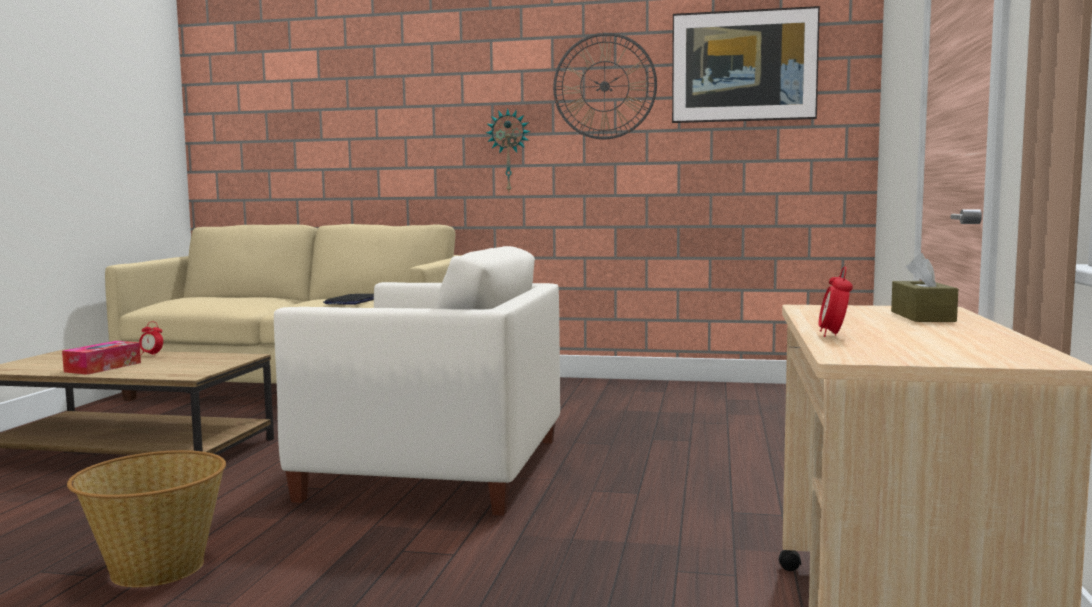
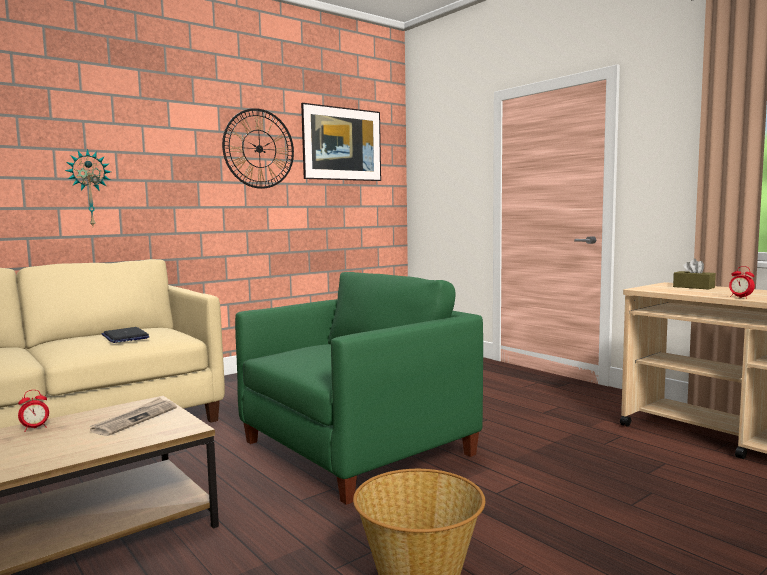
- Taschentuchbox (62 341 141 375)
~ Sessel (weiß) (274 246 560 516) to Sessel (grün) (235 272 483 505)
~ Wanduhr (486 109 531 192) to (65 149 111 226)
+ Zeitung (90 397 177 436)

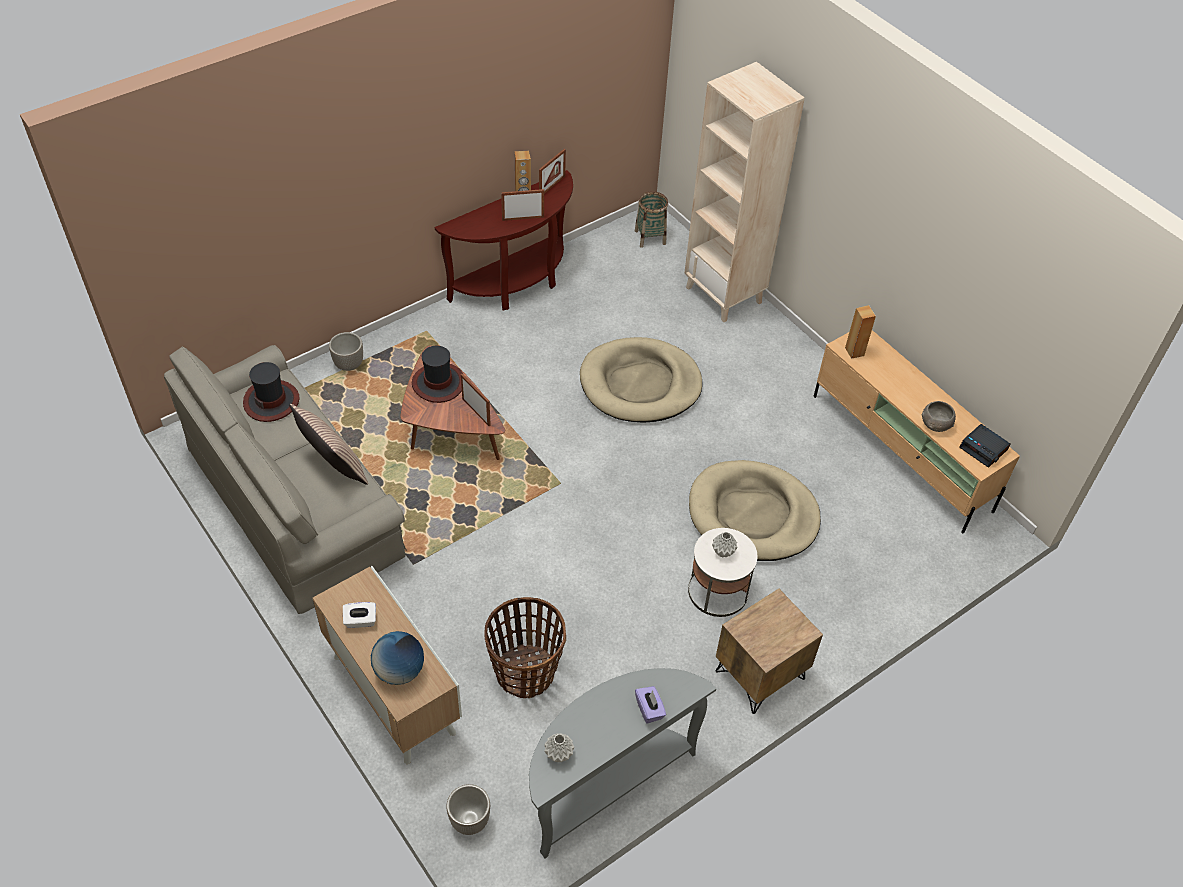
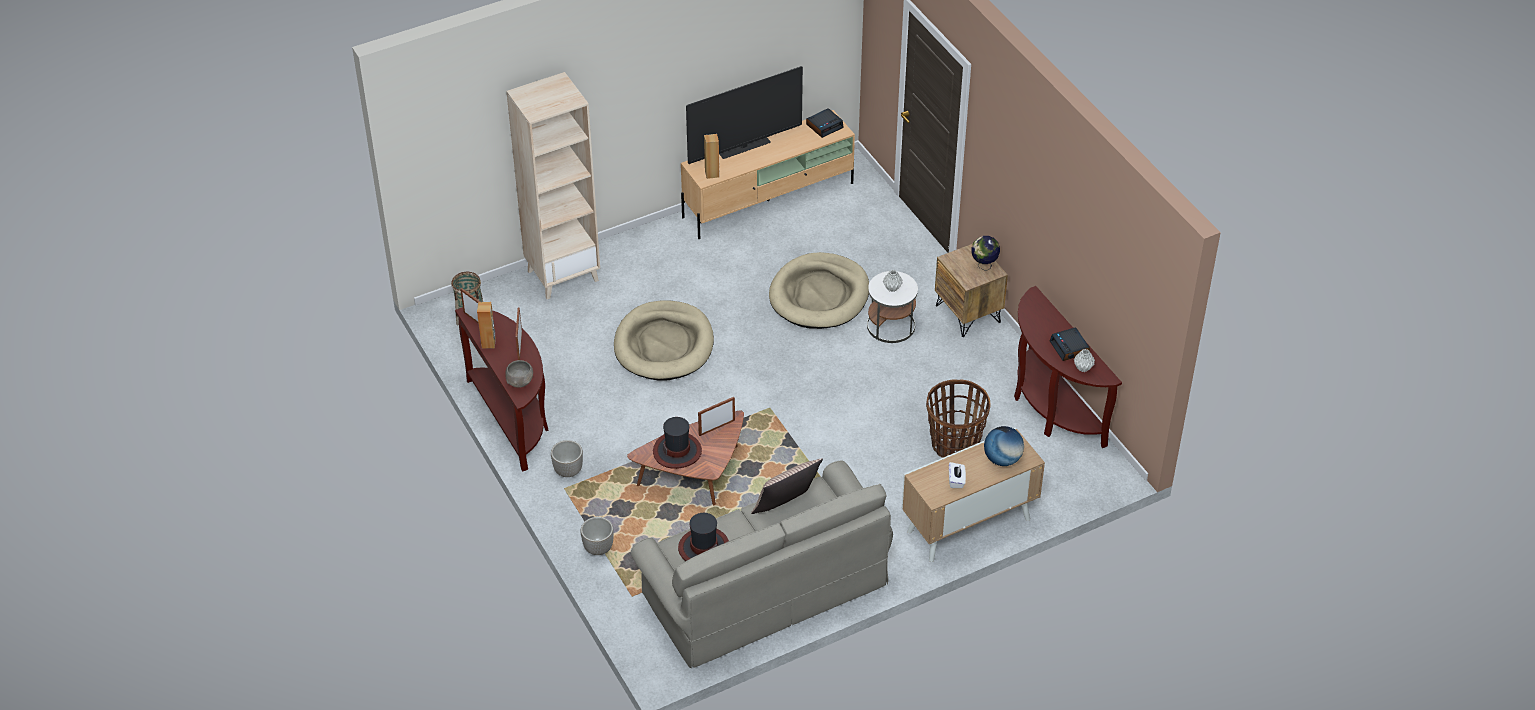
~ Pflanzkübel (446 784 490 835) to (551 440 583 477)
~ Konsolentisch (grau) (529 668 716 858) to Konsolentisch (braun) (1014 286 1122 448)
- Taschentuchbox (lila) (635 686 666 724)
~ Schüssel (grau) (922 401 956 432) to (505 360 533 388)
+ Fernseher (686 66 803 164)
+ Globus (971 236 1000 271)
+ Wecker (1050 327 1090 361)

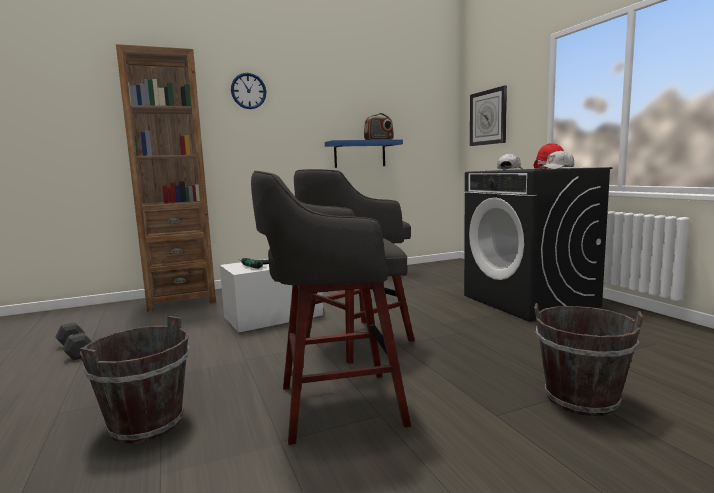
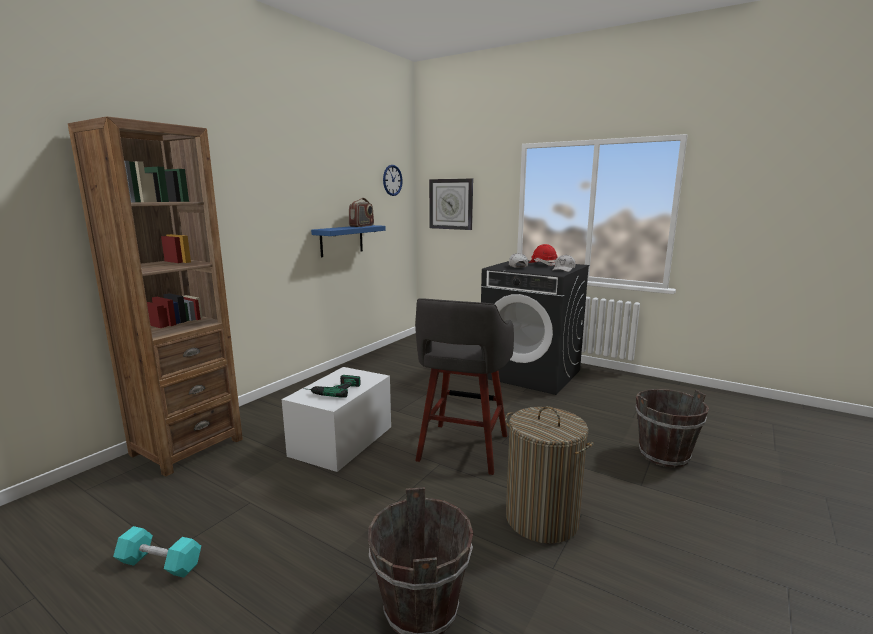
~ Hantel (schwarz) (56 322 92 360) to Hantel (türkis) (113 526 201 578)
~ Wanduhr (231 73 266 109) to (383 165 403 196)
~ Hocker (grau) (251 171 411 445) to Wäschekorb (505 406 594 544)

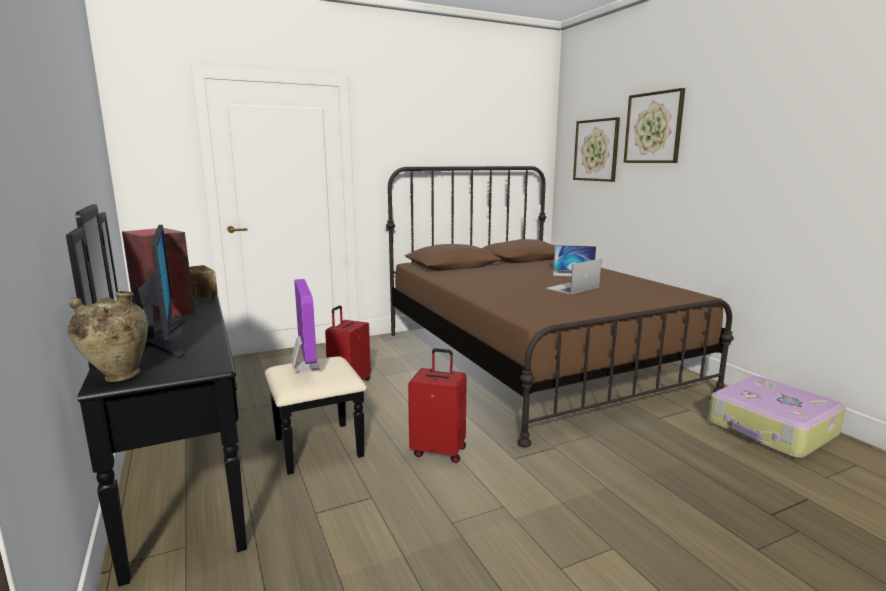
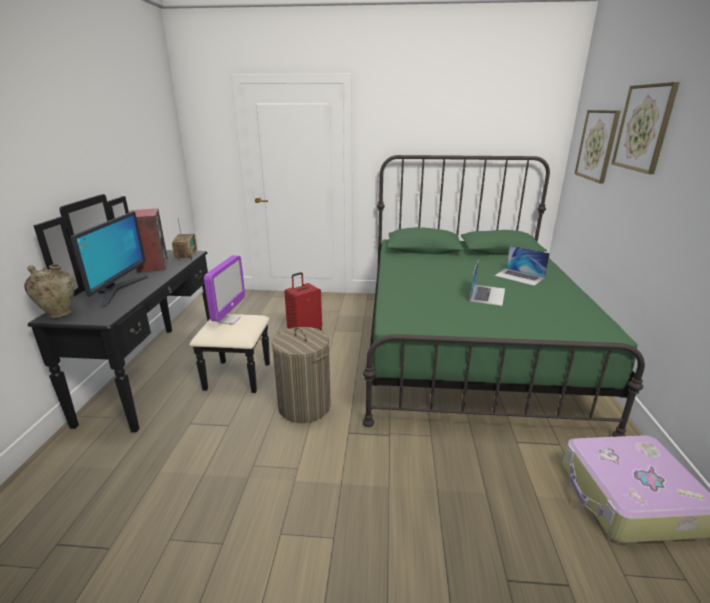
~ Bett (braun) (386 166 734 447) to Bett (grün) (363 155 645 437)
~ Koffer (rot) (408 348 467 463) to Wäschekorb (272 327 331 423)
~ Laptop (545 259 602 294) = (470 259 505 306) 120 degrees clockwise

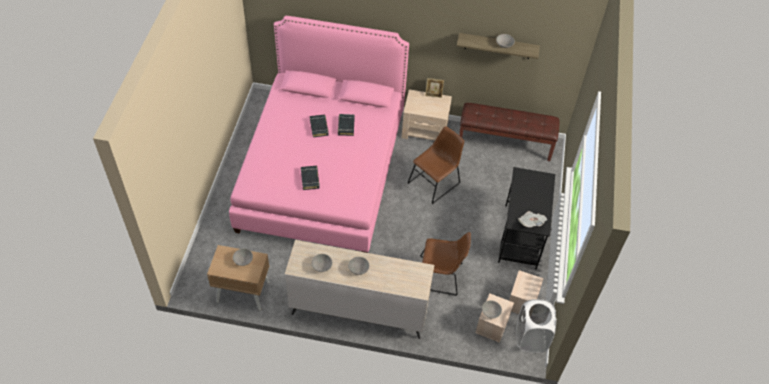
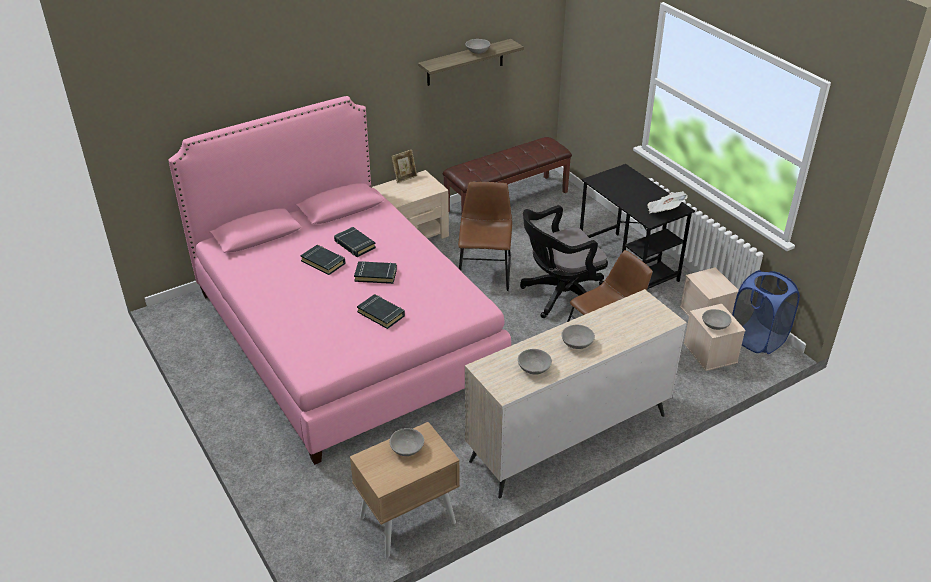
~ Wäschekorb (weiß) (516 299 557 353) to Wäschekorb (blau) (732 270 800 354)
+ Buch (schwarz) (354 261 397 284)
+ Bürostuhl (schwarz) (520 205 608 318)

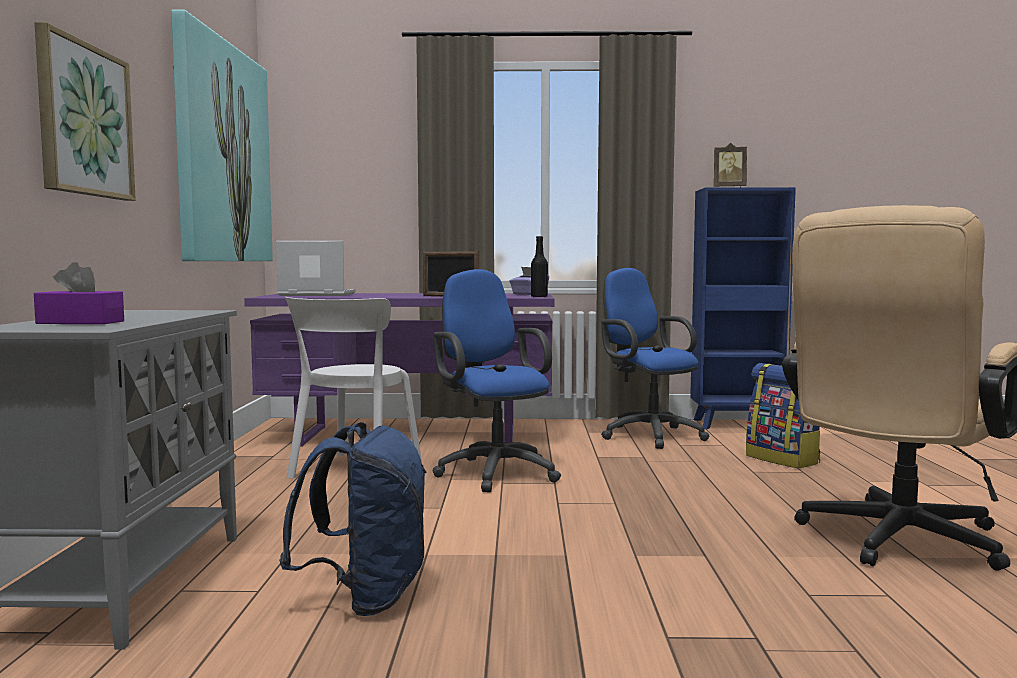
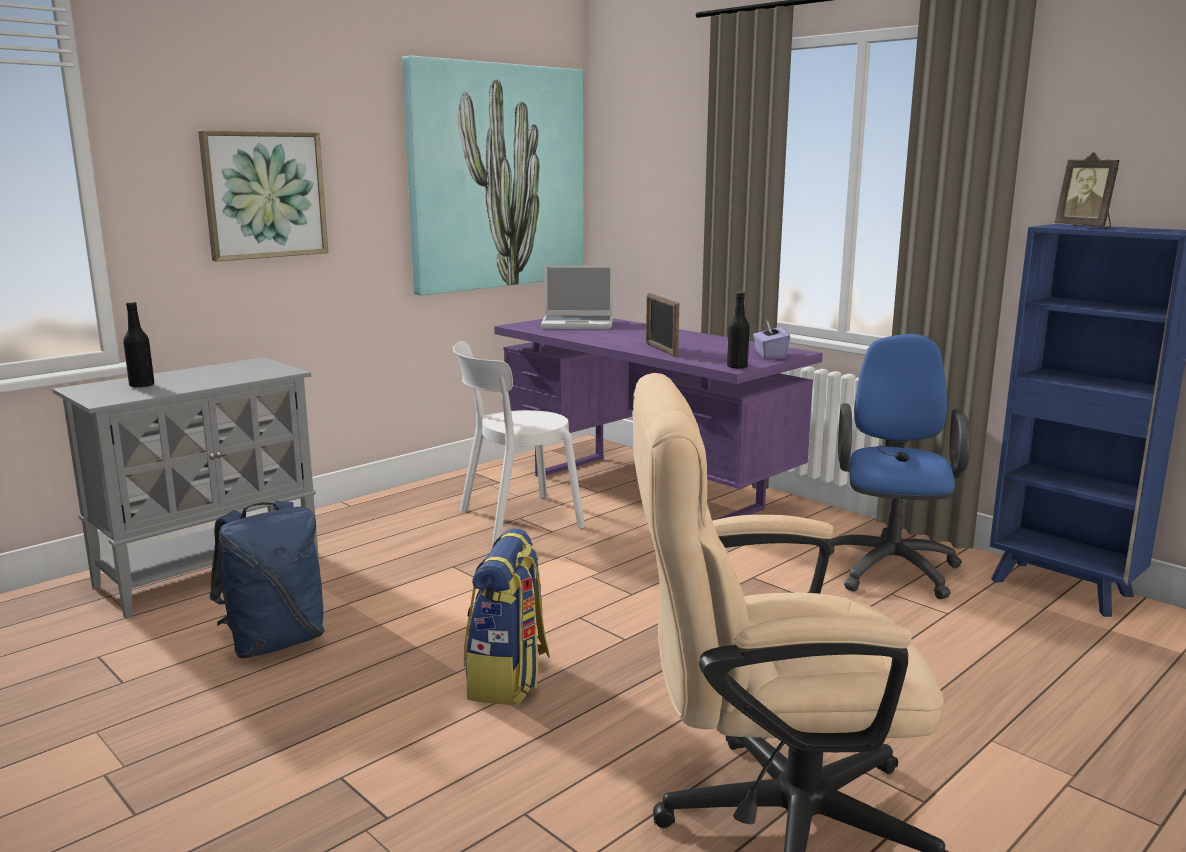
~ Taschentuchbox (lila) (34 262 124 324) to Flasche (schwarz) (123 302 154 388)
~ Laptop (276 241 356 296) = (541 265 613 329) 135 degrees clockwise
- Bürostuhl (blau) (433 269 561 492)
~ Rucksack (746 363 820 468) to (464 529 550 705)

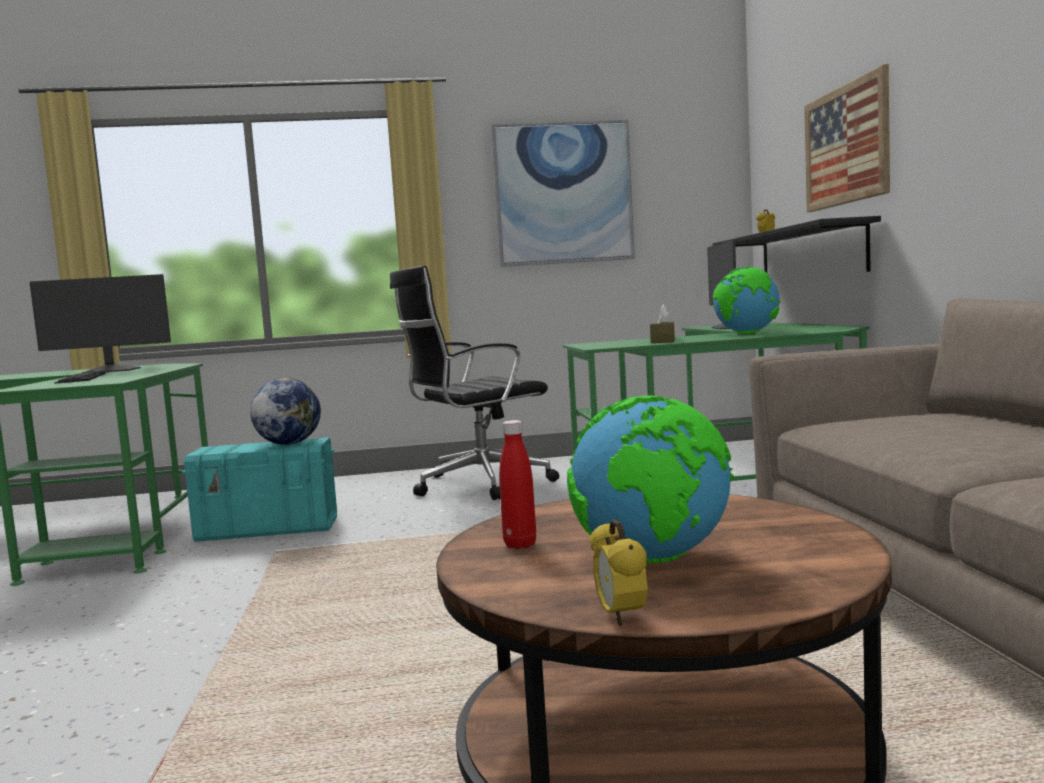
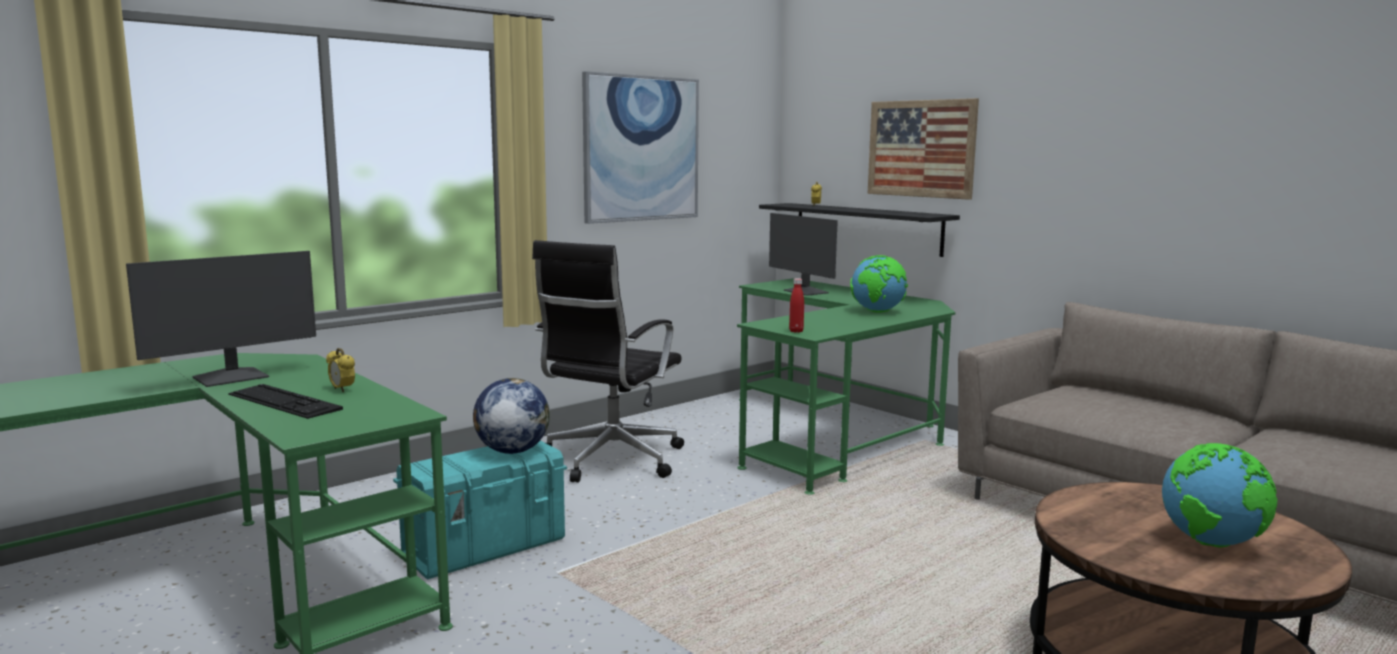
~ Flasche (rot) (499 420 536 549) to (789 278 804 333)
~ Wecker (590 519 648 626) to (326 348 355 392)
- Taschentuchbox (braun) (650 305 675 343)

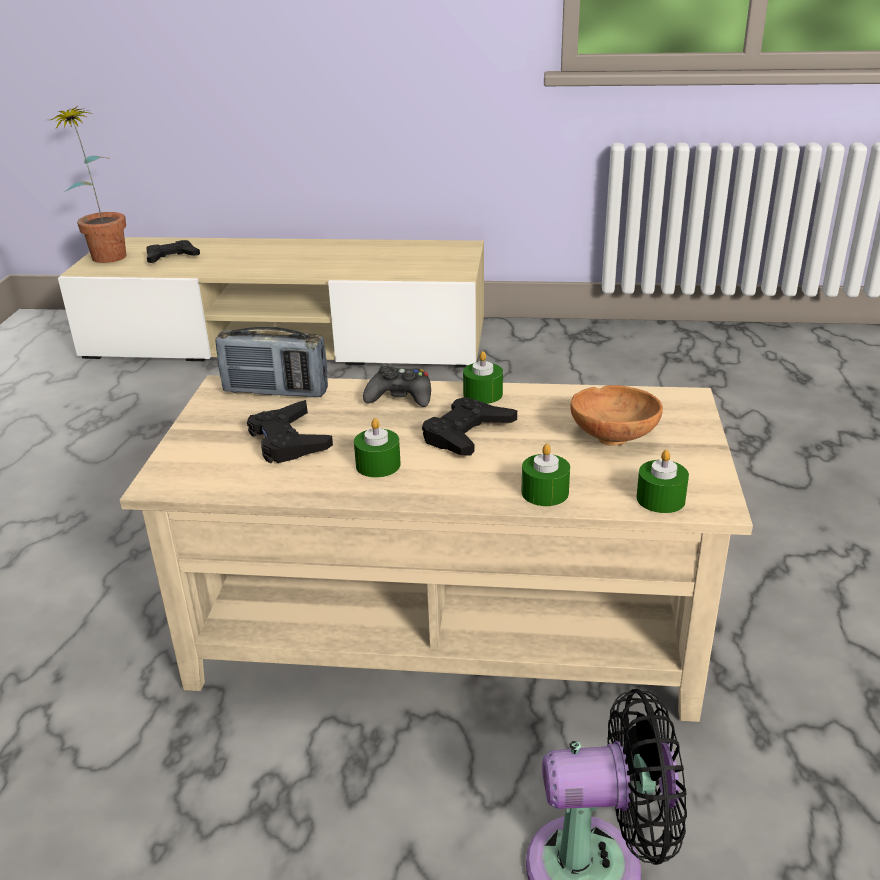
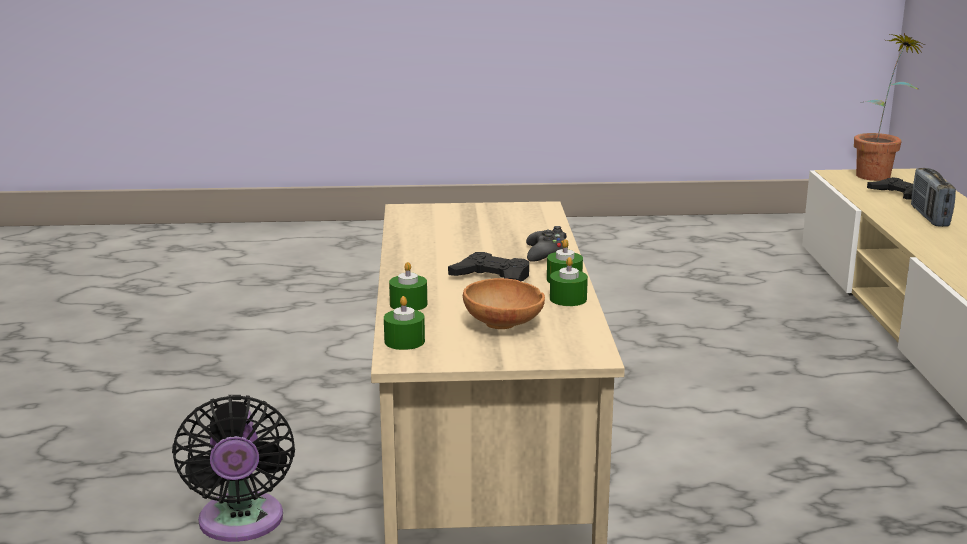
~ Radio (215 327 328 398) to (911 168 956 227)
- Gamepad (schwarz) (247 400 333 463)
~ Kerze (grün) (354 418 401 478) to (550 257 588 306)

